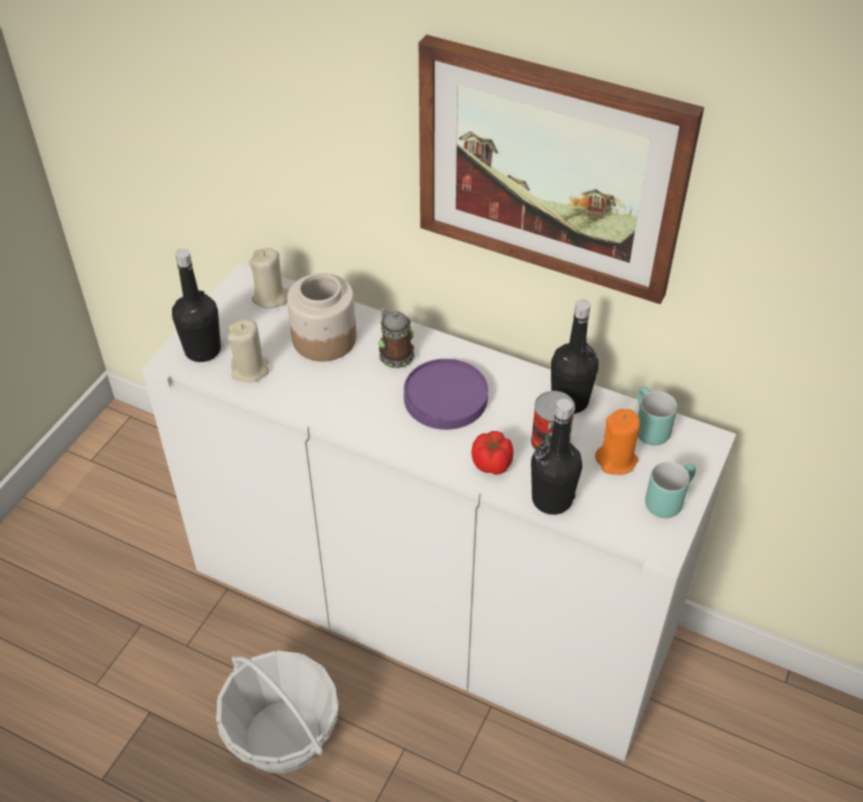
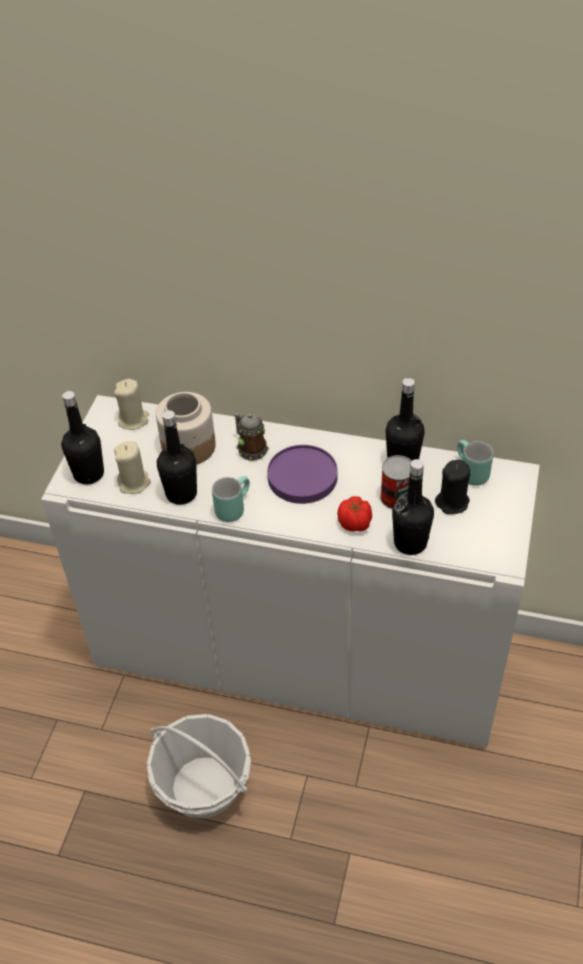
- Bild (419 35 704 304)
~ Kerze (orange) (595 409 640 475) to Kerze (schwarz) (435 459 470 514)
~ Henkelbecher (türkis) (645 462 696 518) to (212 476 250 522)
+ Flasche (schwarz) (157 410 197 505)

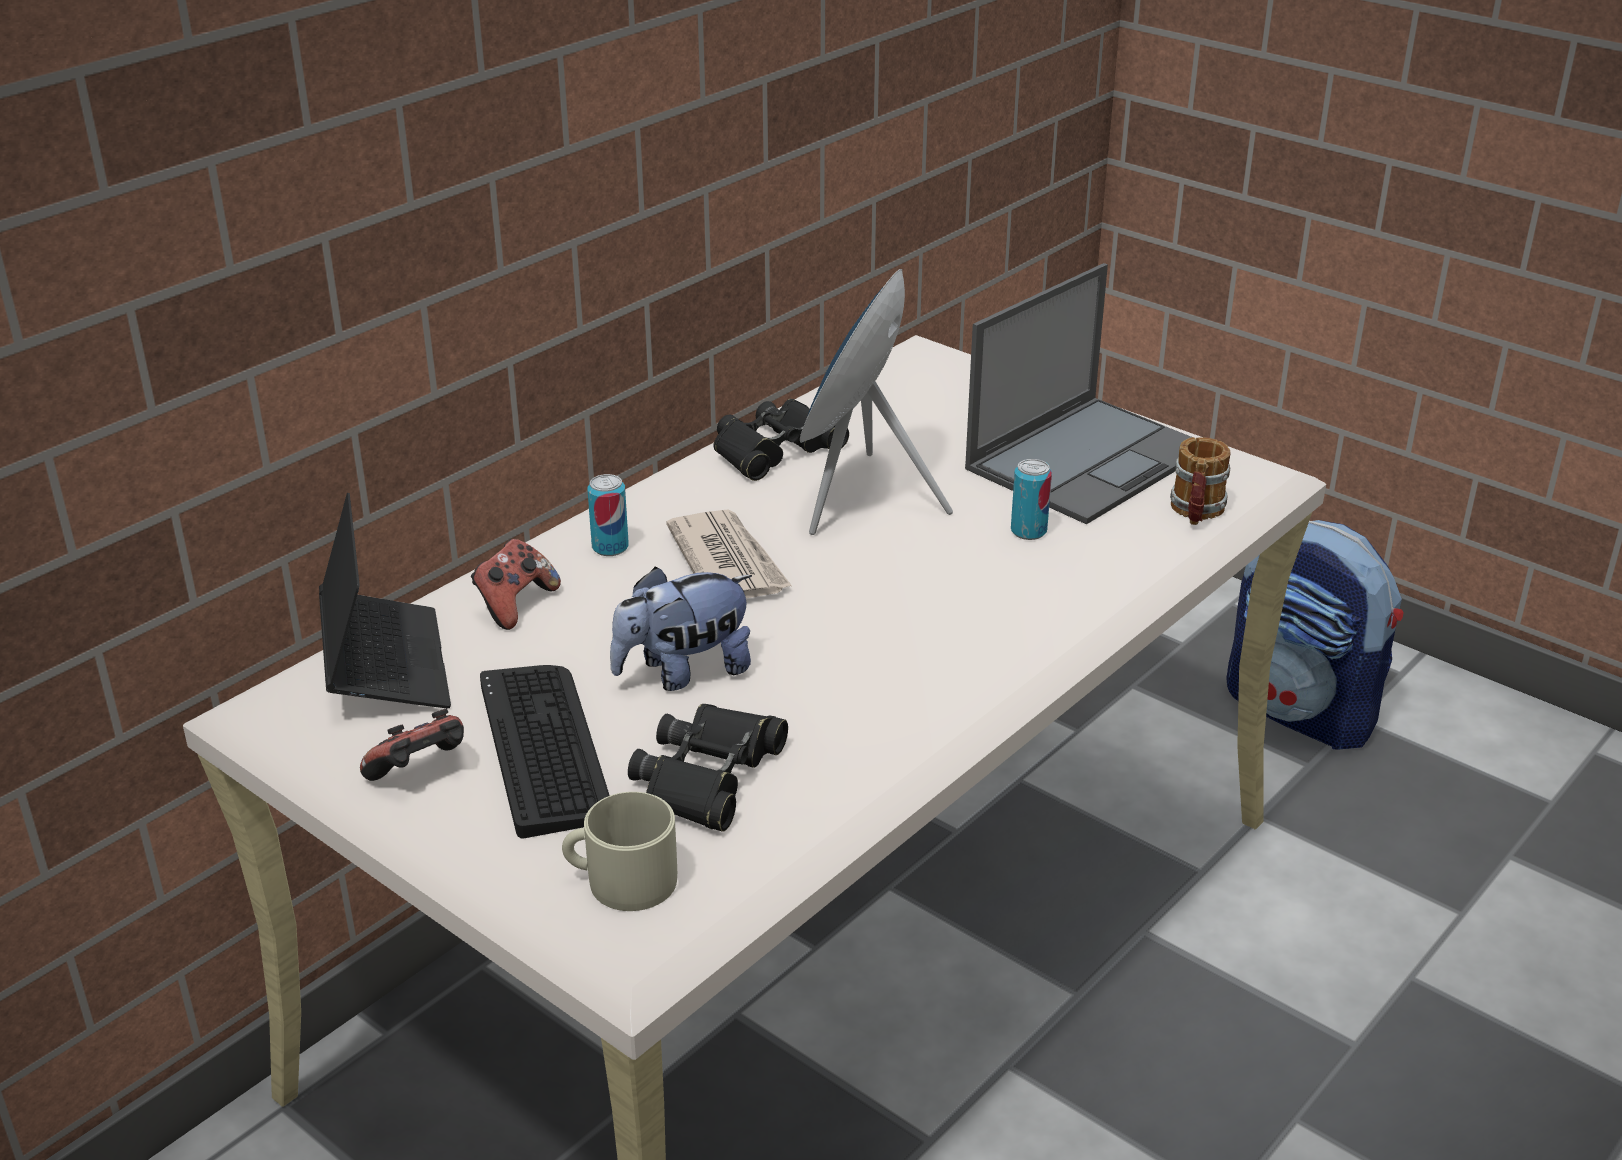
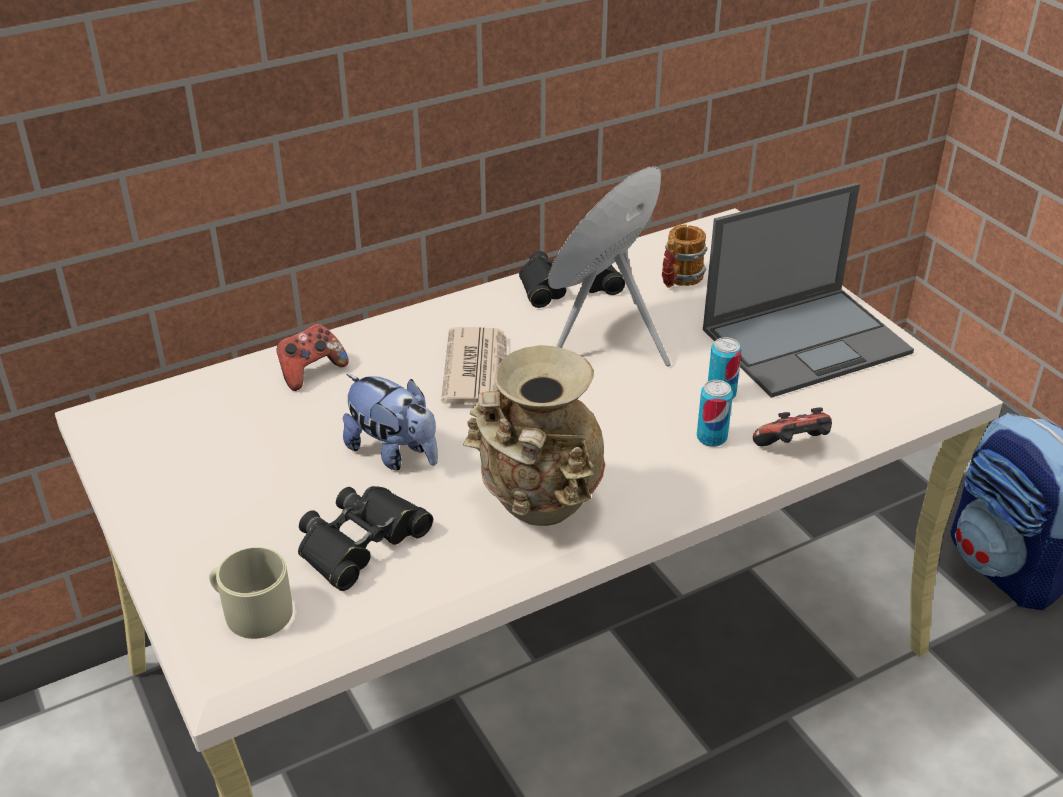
- Laptop (319 493 451 708)
~ Gamepad (360 708 464 781) to (753 407 832 446)
- Tastatur (480 665 610 838)
~ Dose (587 474 629 556) to (697 380 733 447)
~ Plüschtier (610 567 752 691) = (343 374 438 471) 135 degrees counterclockwise
~ Henkelbecher (1170 437 1231 525) to (662 224 707 288)
+ Vase (beige) (463 345 605 526)

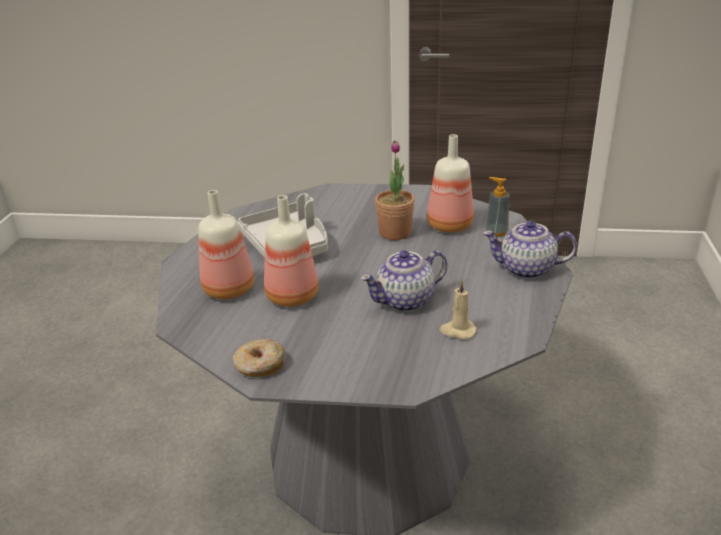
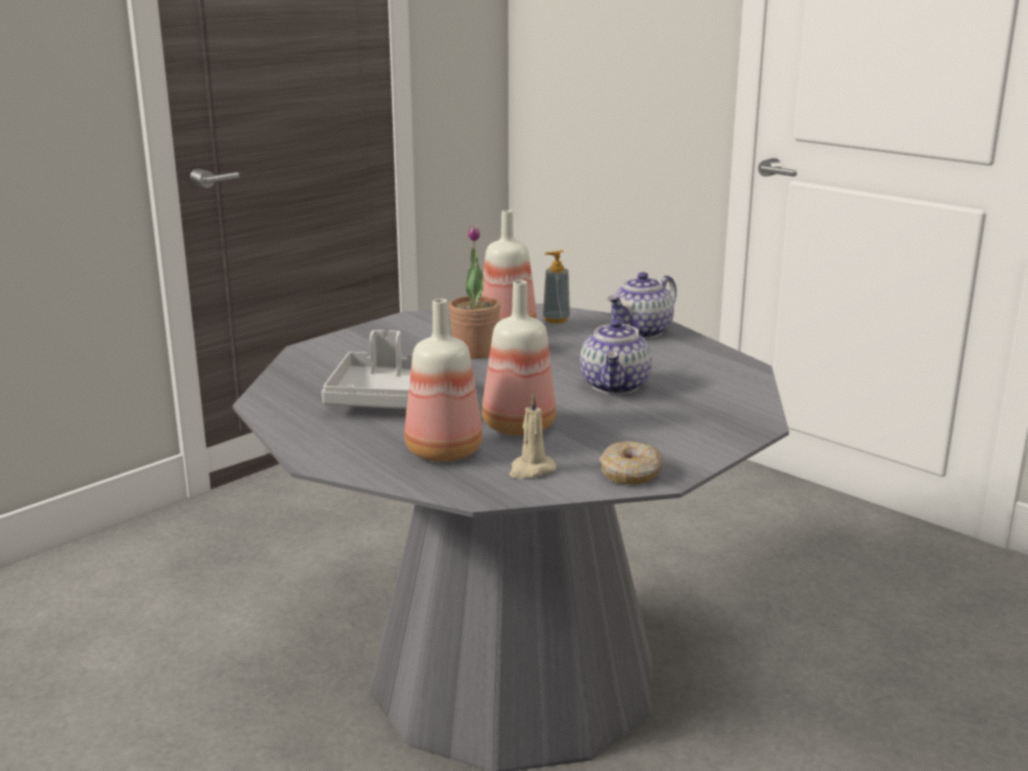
~ Kerze (beige) (439 280 477 339) to (509 393 556 479)

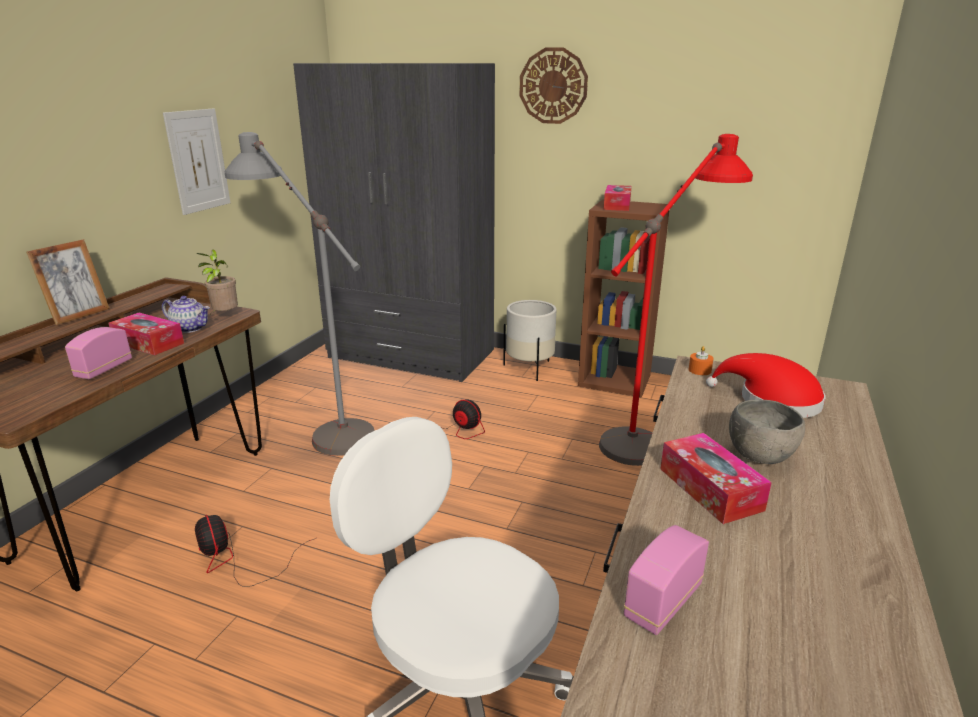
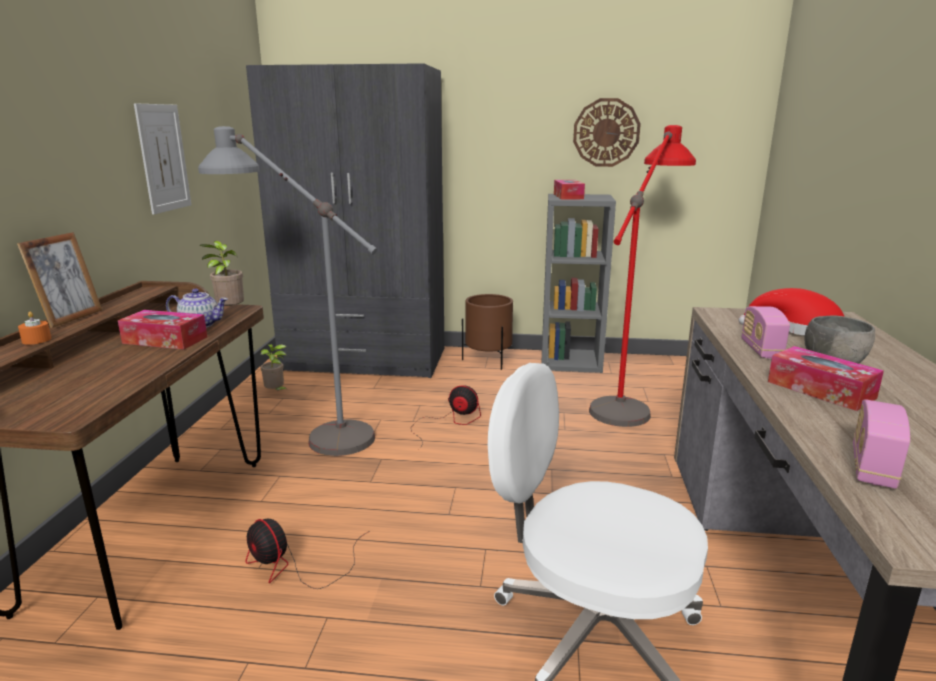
~ Radio (65 327 132 379) to (742 306 790 359)
~ Pflanzkübel (weiß) (503 300 557 381) to Pflanzkübel (braun) (462 294 513 370)
~ Wanduhr (520 47 588 124) to (573 98 641 167)
~ Bücherregal (braun) (578 199 669 397) to Bücherregal (grau) (542 194 616 373)
~ Kerze (orange) (688 346 714 375) to (18 312 51 345)
+ Topfpflanze (260 344 289 391)

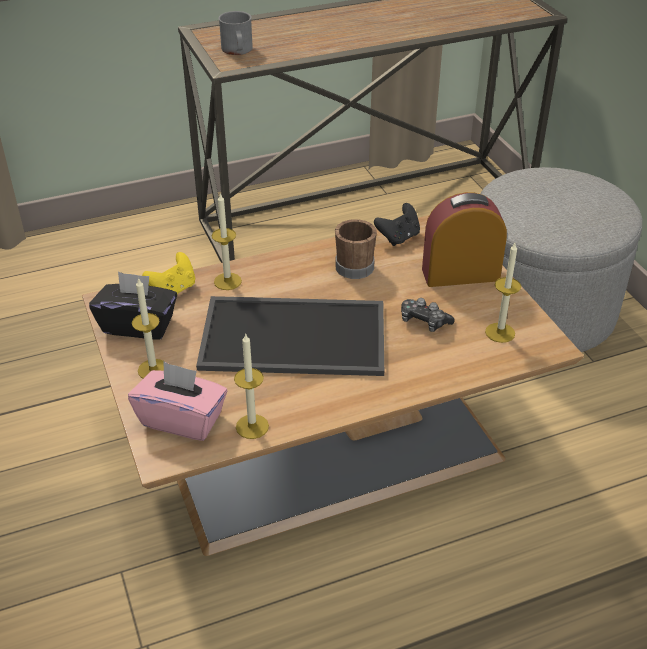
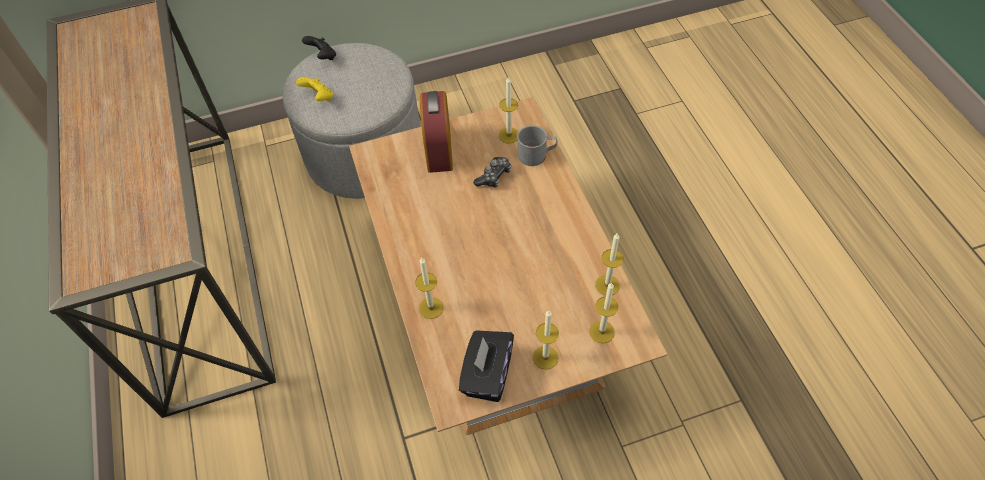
~ Taschentuchbox (rosa) (128 362 227 441) to Kerze (589 282 618 343)
~ Gamepad (gelb) (142 252 195 294) to (296 77 333 101)
- Tablett (196 296 384 376)
~ Henkelbecher (grau) (218 11 253 55) to (517 125 557 166)
- Henkelbecher (braun) (335 219 377 279)
~ Gamepad (schwarz) (374 203 420 246) to (302 36 336 60)

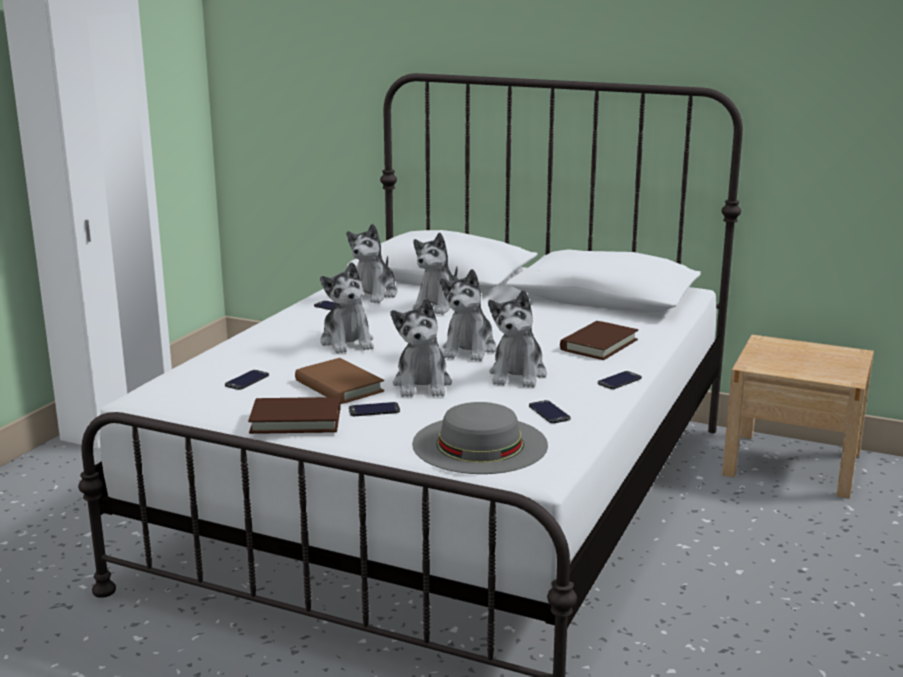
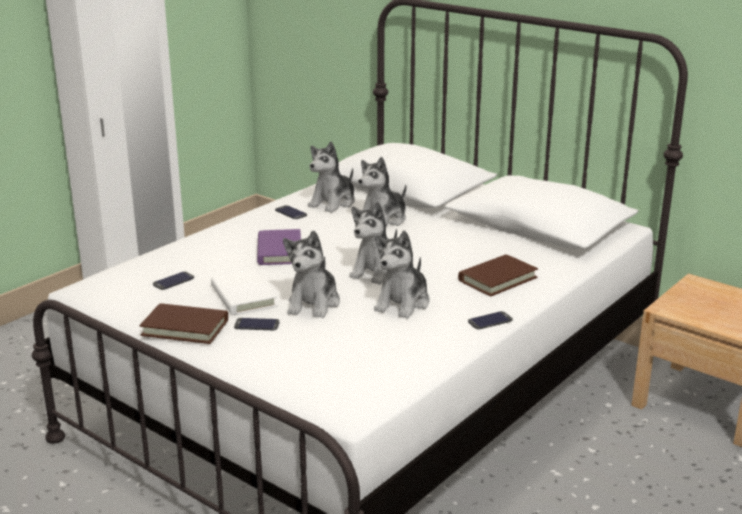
~ Buch (braun) (295 358 384 404) to Buch (weiß) (211 269 277 315)
~ Plüschtier (320 262 374 353) to Buch (lila) (257 229 301 265)
- Hut (grau) (412 402 548 474)
- Handy (529 400 571 423)

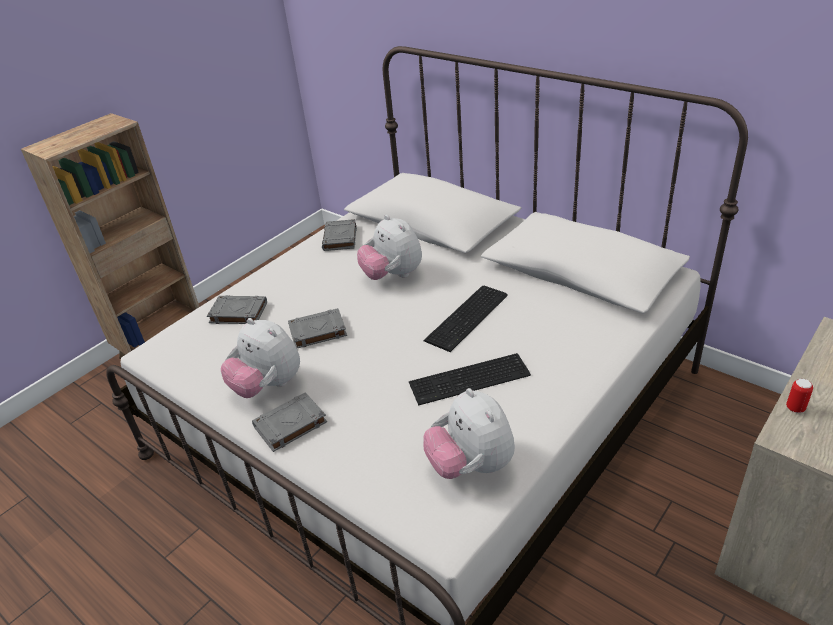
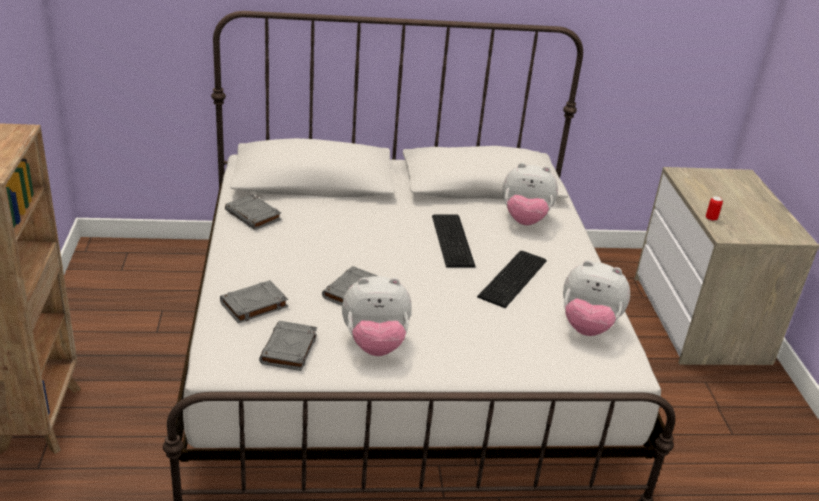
~ Buch (grau) (252 392 327 452) to (259 321 317 371)
~ Plüschtier (357 215 422 280) to (502 163 558 225)

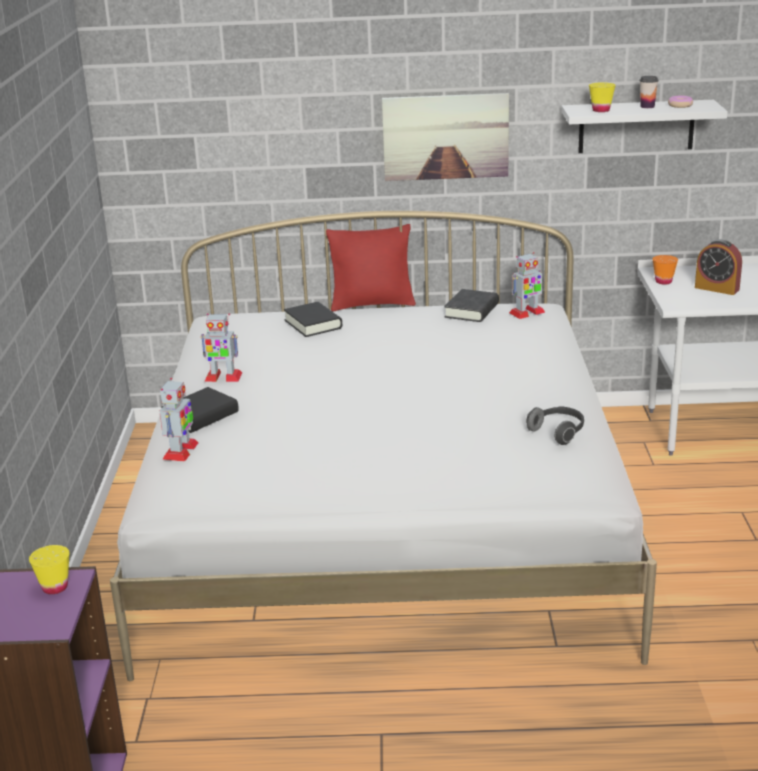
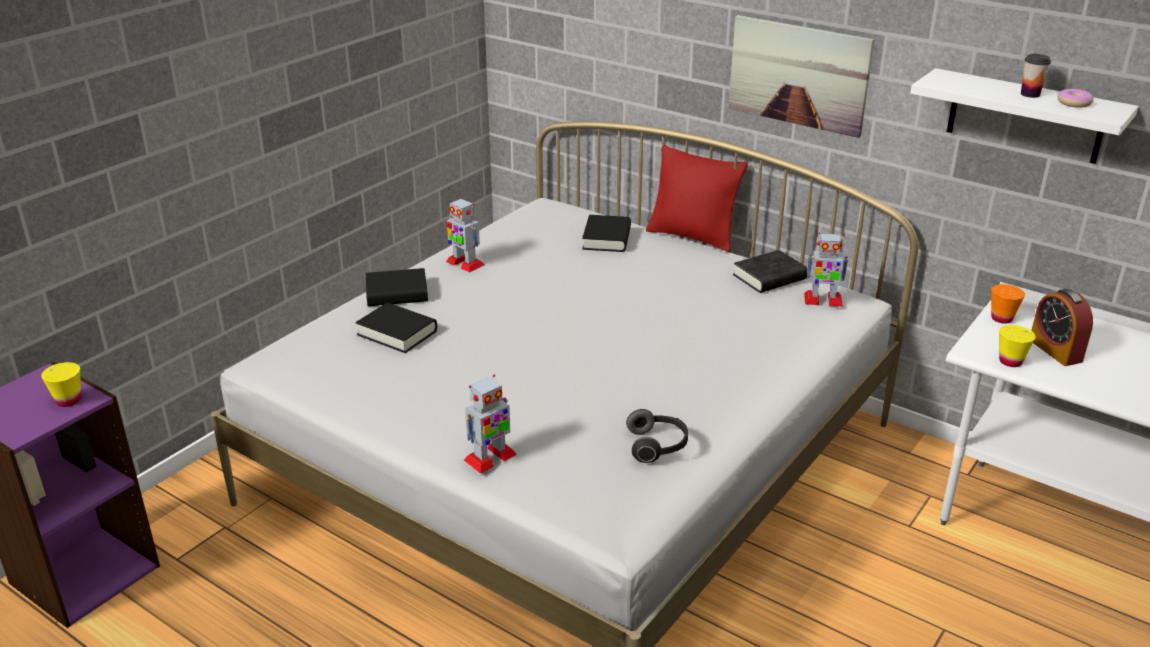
~ Spielzeugroboter (159 378 198 462) to (464 375 517 473)
~ Tasse (gelb) (589 82 616 112) to (999 325 1036 367)
+ Buch (schwarz) (356 303 437 353)

